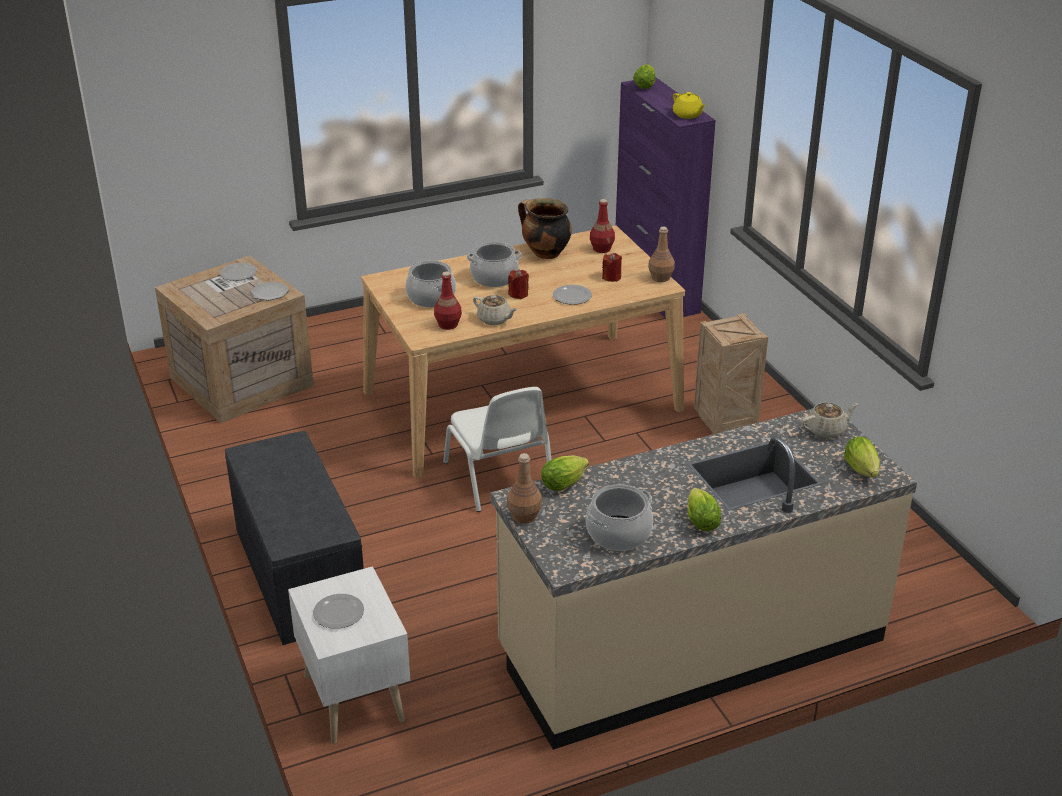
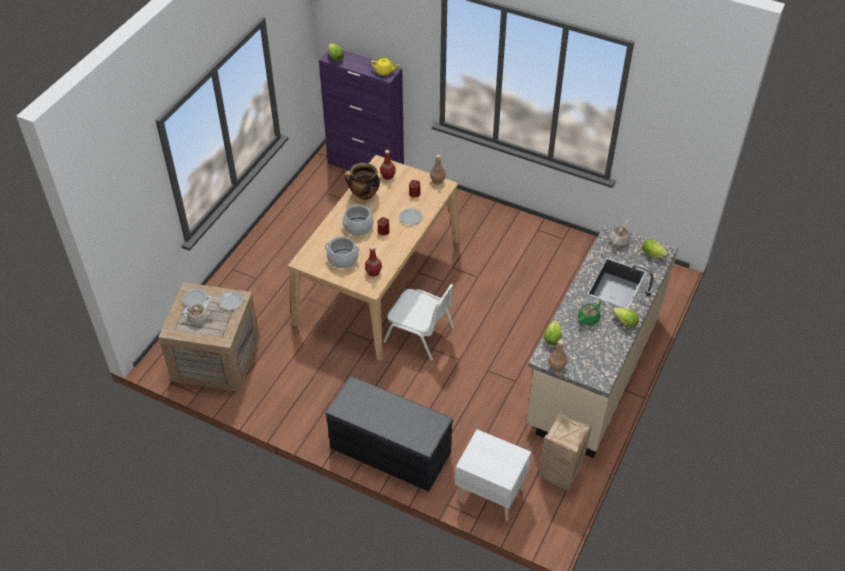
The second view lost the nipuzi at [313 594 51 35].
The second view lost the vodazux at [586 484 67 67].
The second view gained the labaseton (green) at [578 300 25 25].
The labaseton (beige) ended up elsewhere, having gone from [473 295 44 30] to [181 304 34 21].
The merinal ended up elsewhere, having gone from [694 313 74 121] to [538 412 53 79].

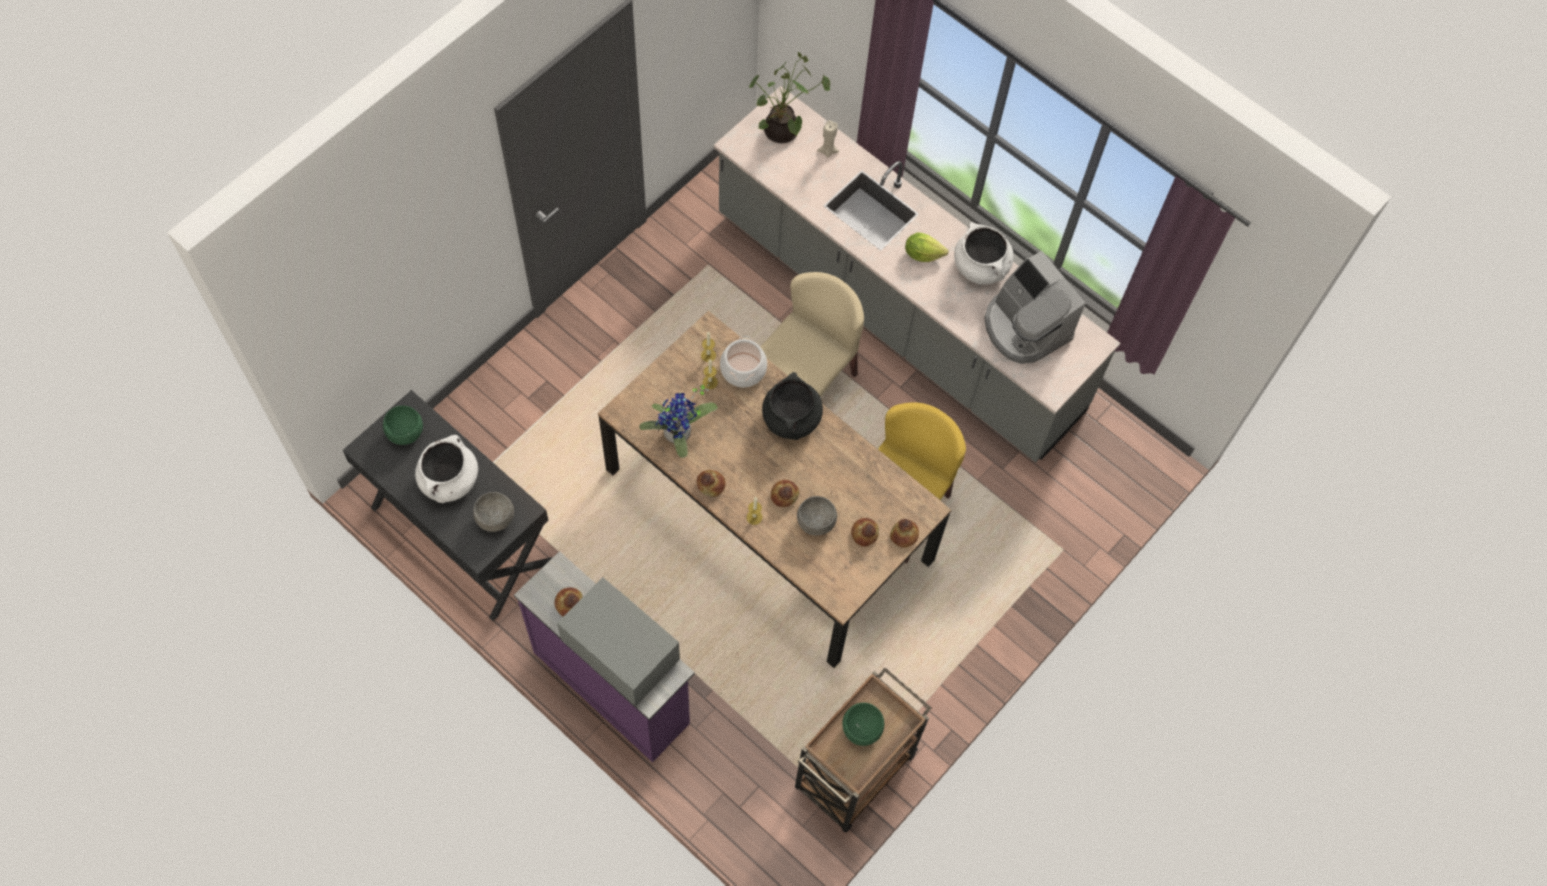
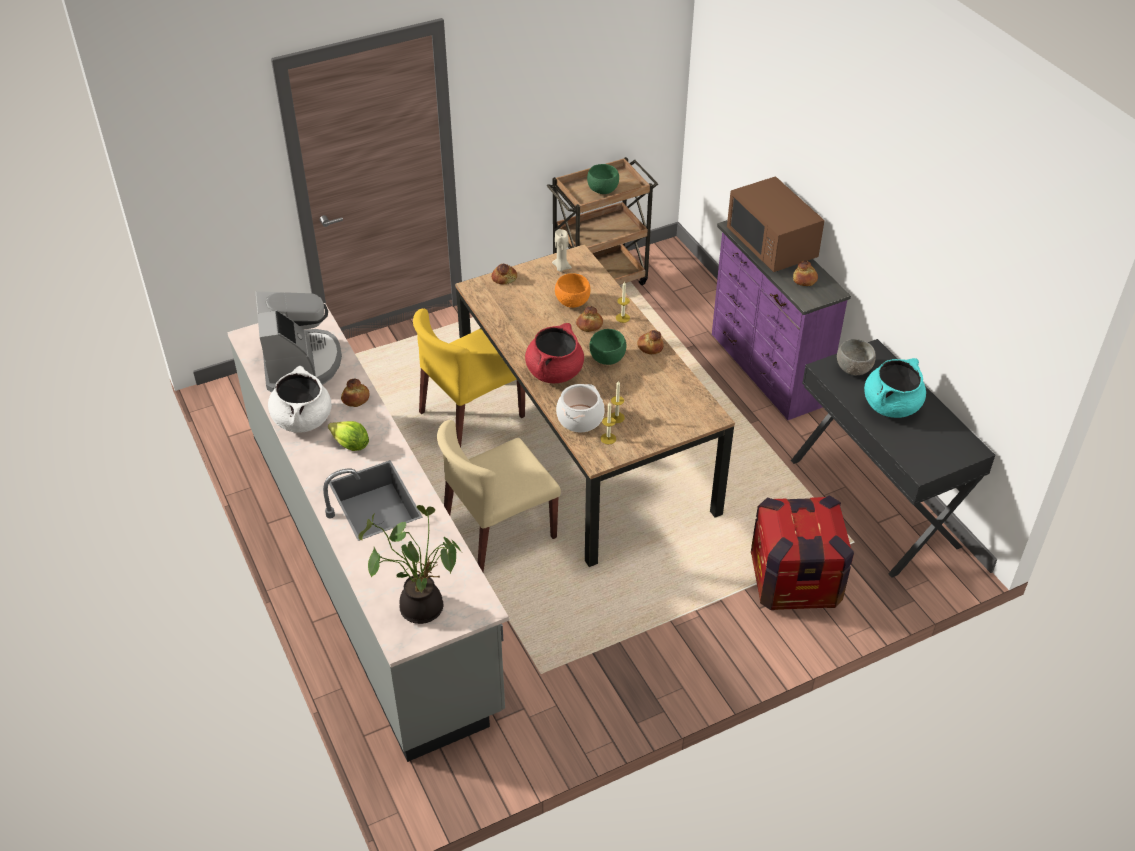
The second view lost the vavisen at [639 384 79 74].
The second view gained the merinal at [751 495 103 115].
The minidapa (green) ended up elsewhere, having gone from [383 406 40 39] to [590 329 36 36].
The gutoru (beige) ended up elsewhere, having gone from [817 120 22 38] to [552 229 20 43].
The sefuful ended up elsewhere, having gone from [851 518 28 29] to [341 379 28 28].
What was the vodazux (white) at [415 435 63 68] turned into the vodazux (turquoise) at [864 358 62 60].
What was the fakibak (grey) at [557 577 123 129] turned into the fakibak (brown) at [727 176 98 96].
What was the vodazux (black) at [762 372 61 68] turned into the vodazux (red) at [525 323 59 60].
What was the minidapa (grey) at [797 496 40 40] turned into the minidapa (orange) at [555 273 35 35].

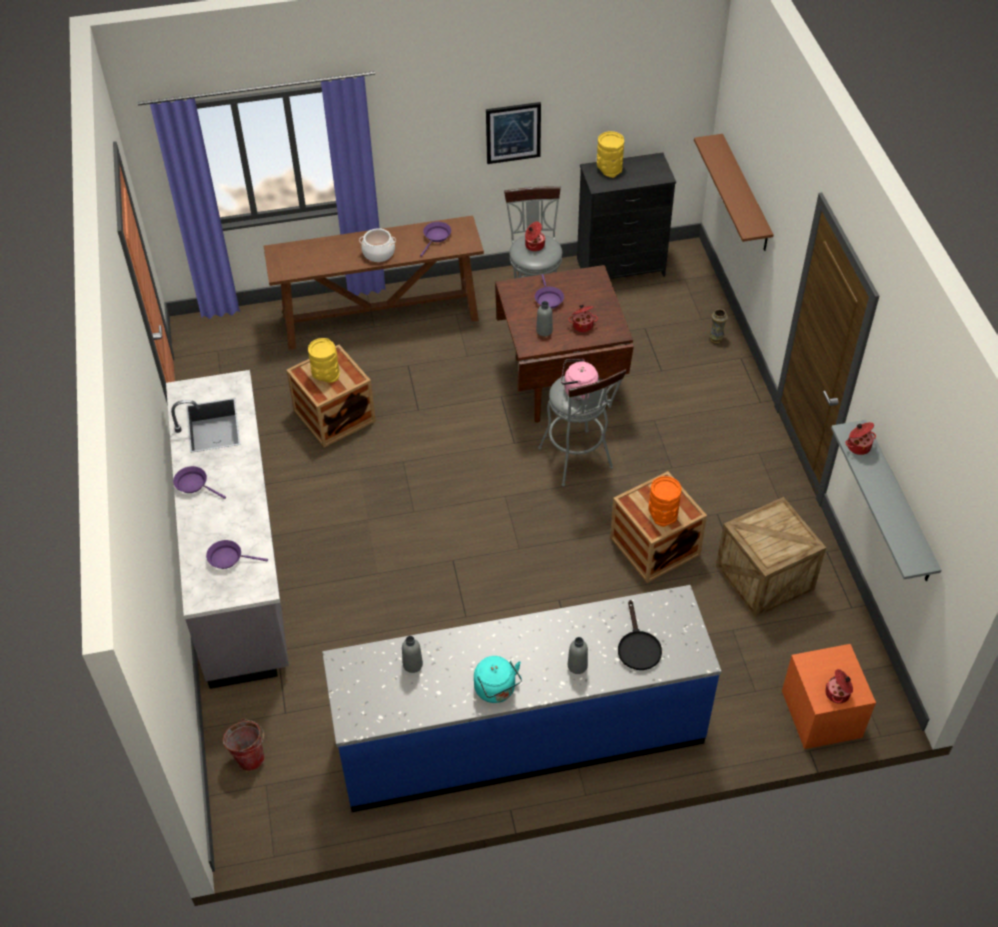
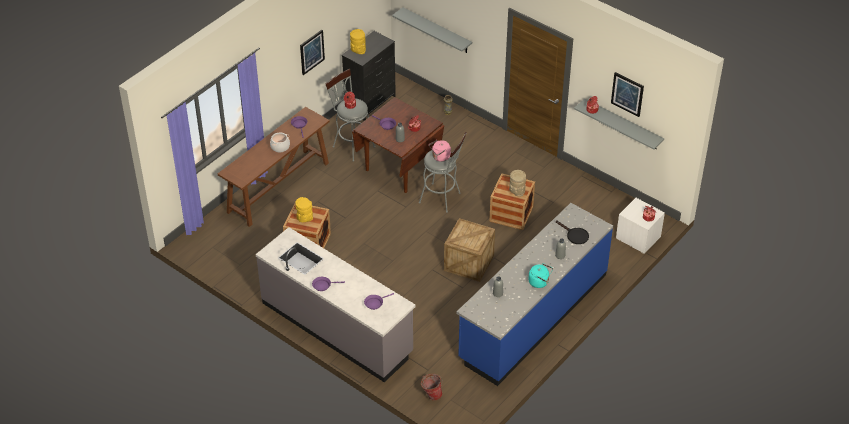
The second view gained the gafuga at [611 72 33 45].
The merinal ended up elsewhere, having gone from [716 497 110 121] to [444 218 51 64].
What was the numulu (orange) at [648 476 34 51] turned into the numulu (beige) at [509 170 17 27].
What was the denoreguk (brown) at [694 134 79 117] turned into the denoreguk (grey) at [392 7 80 46].
What was the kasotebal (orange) at [782 644 94 105] turned into the kasotebal (white) at [616 198 49 56].

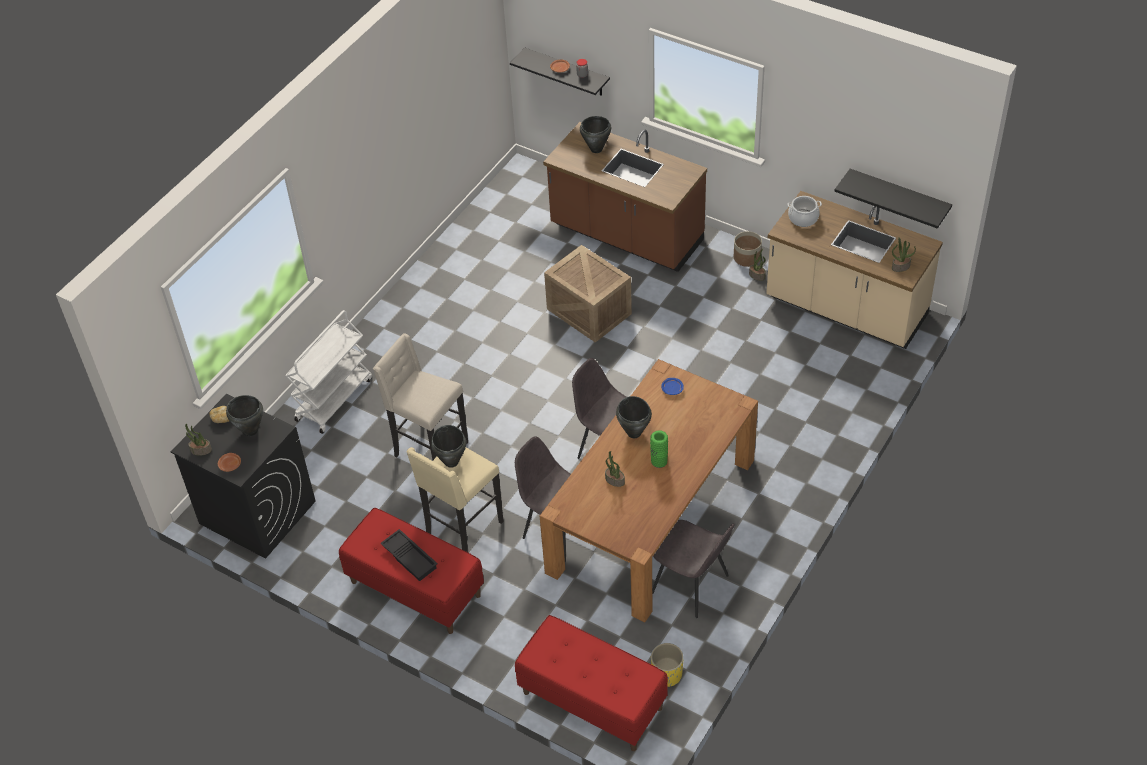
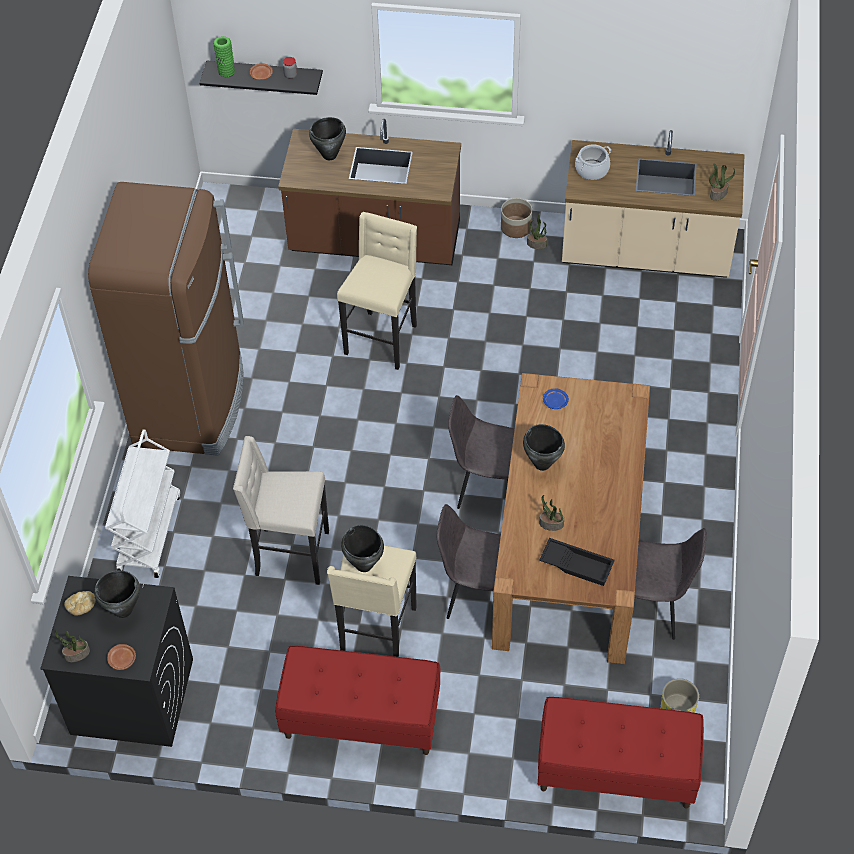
The second view lost the denoreguk (black) at [834 169 118 60].
The second view gained the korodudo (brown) at [88 182 156 274].
The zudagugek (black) ended up elsewhere, having gone from [380 529 58 52] to [539 538 76 48].
The numulu (green) ended up elsewhere, having gone from [650 430 18 38] to [213 36 22 41].
Where the merinal stood at [544 245 88 98], the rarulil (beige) came to stand at [337 212 80 158].

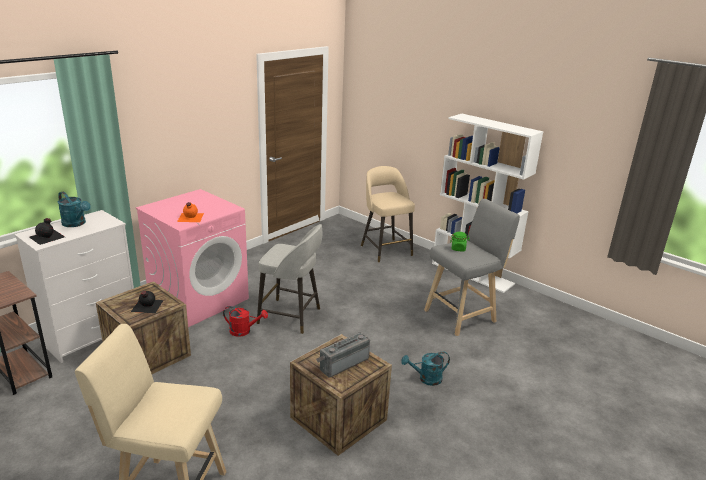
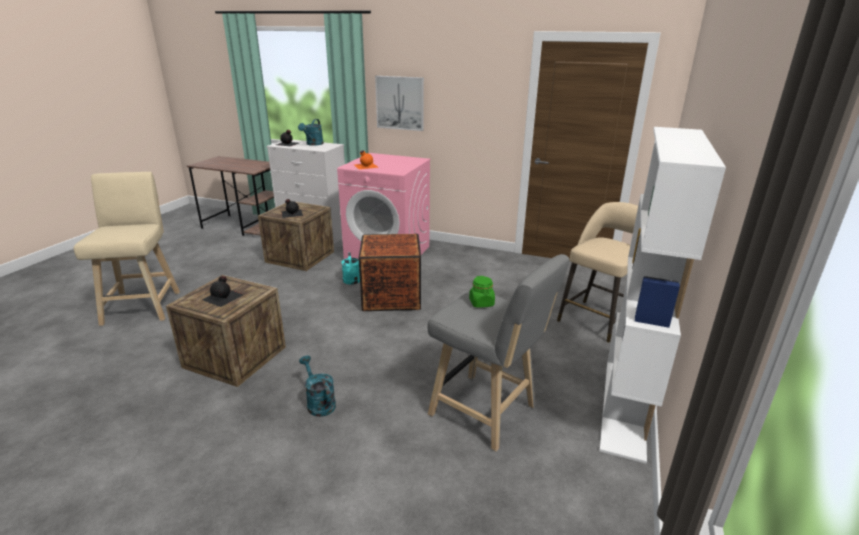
The second view gained the gafuga at [375 76 49 55].
Where the rarulil (grey) stood at [257 224 65 110], the merinal came to stand at [359 234 62 77].
Where the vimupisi stood at [316 332 54 45], the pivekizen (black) came to stand at [202 276 41 31].
What was the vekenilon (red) at [223 306 45 31] turned into the vekenilon (turquoise) at [342 253 18 32].

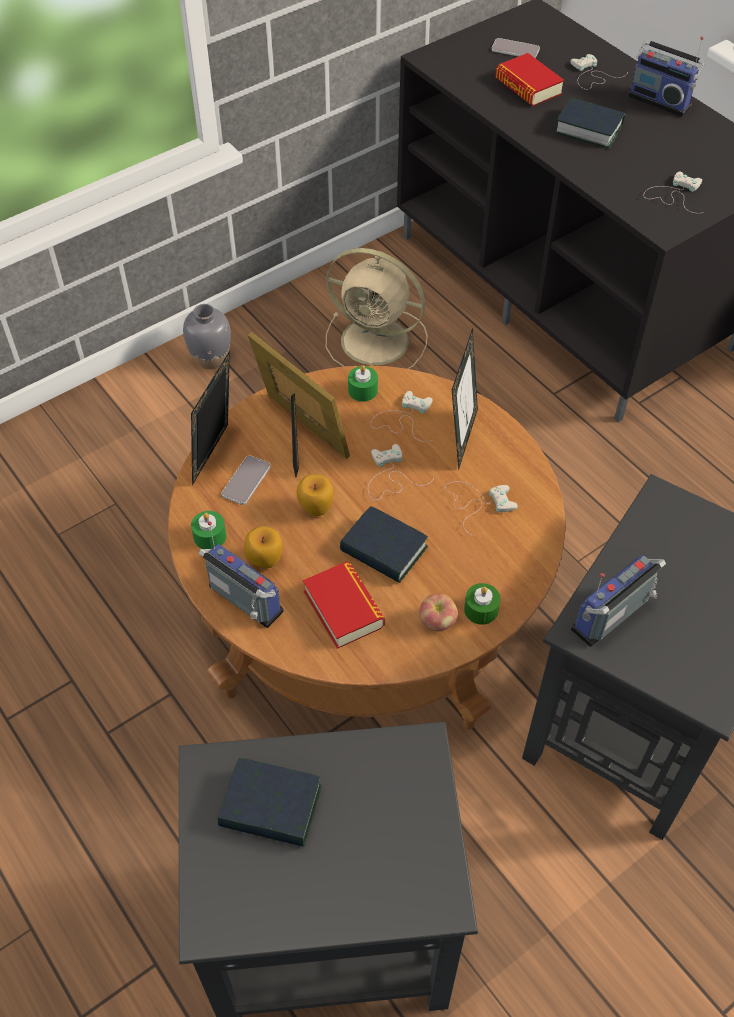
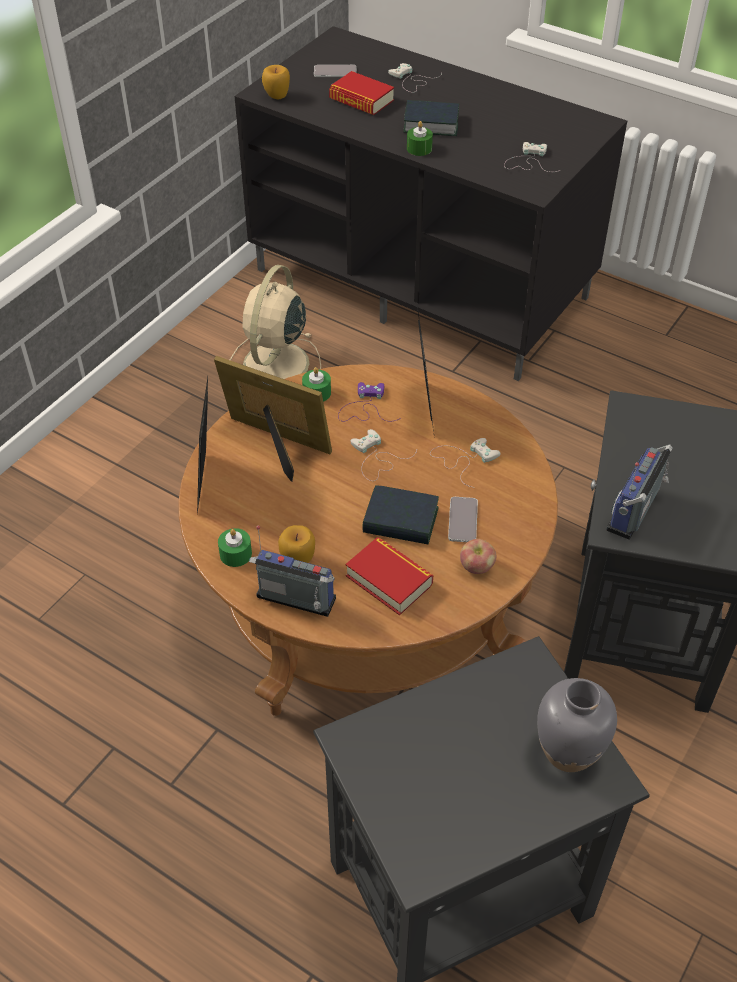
The second view lost the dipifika at [217 758 105 89].
The second view lost the vimupisi at [628 36 77 81].
The numulu (grey) ended up elsewhere, having gone from [183 304 48 65] to [537 678 80 94].
The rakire ended up elsewhere, having gone from [222 455 49 50] to [448 497 30 45].
The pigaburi ended up elsewhere, having gone from [296 474 38 42] to [262 65 28 34].
The gutoru (green) ended up elsewhere, having gone from [464 583 36 42] to [407 121 26 35].
What was the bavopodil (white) at [371 391 62 51] turned into the bavopodil (purple) at [338 382 63 40].
The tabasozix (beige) at [326 248 102 121] ended up facing another way, 105 degrees clockwise from before.

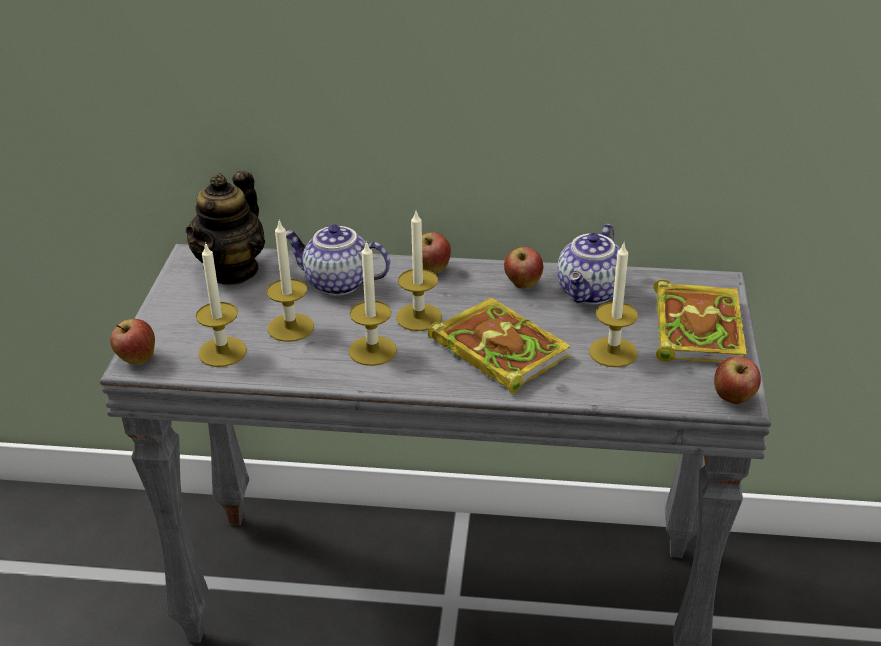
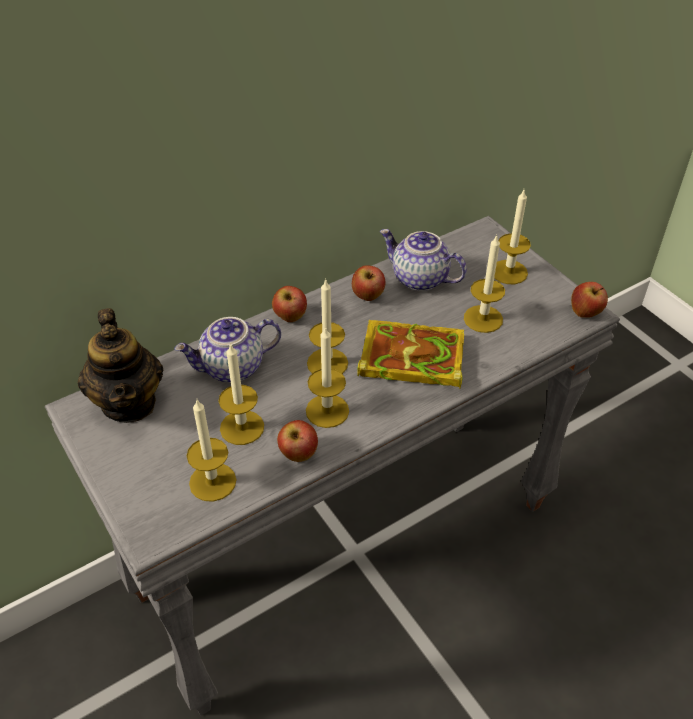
The pigaburi ended up elsewhere, having gone from [110 319 45 46] to [277 420 41 42].
Where the dipifika stood at [654 279 93 84], the gutoru came to stand at [494 190 37 94].
The labaseton at [557 223 70 81] ended up facing another way, 135 degrees clockwise from before.

